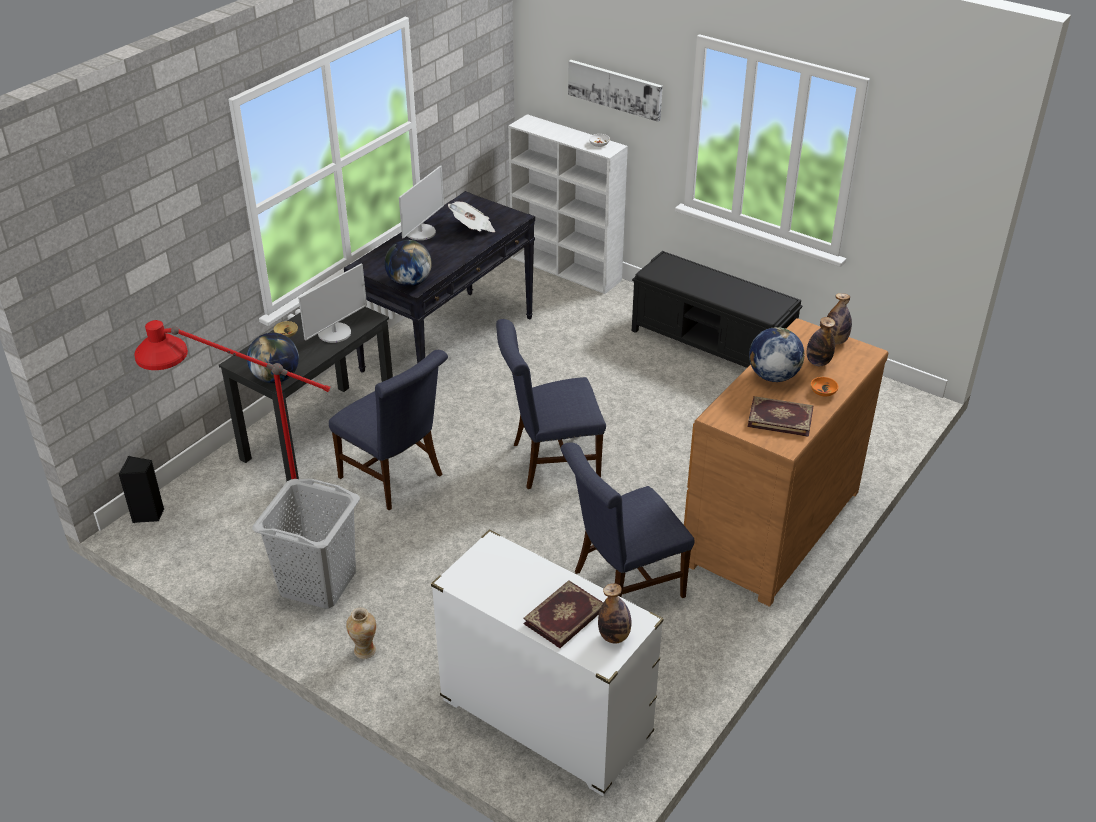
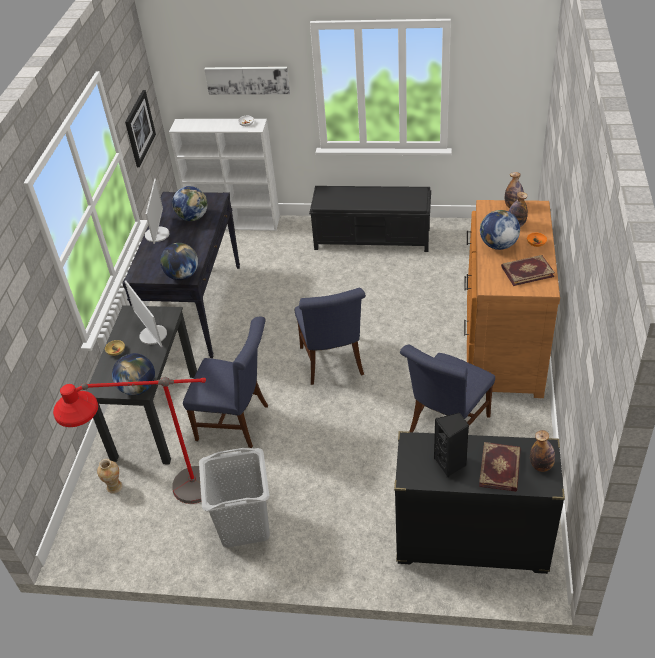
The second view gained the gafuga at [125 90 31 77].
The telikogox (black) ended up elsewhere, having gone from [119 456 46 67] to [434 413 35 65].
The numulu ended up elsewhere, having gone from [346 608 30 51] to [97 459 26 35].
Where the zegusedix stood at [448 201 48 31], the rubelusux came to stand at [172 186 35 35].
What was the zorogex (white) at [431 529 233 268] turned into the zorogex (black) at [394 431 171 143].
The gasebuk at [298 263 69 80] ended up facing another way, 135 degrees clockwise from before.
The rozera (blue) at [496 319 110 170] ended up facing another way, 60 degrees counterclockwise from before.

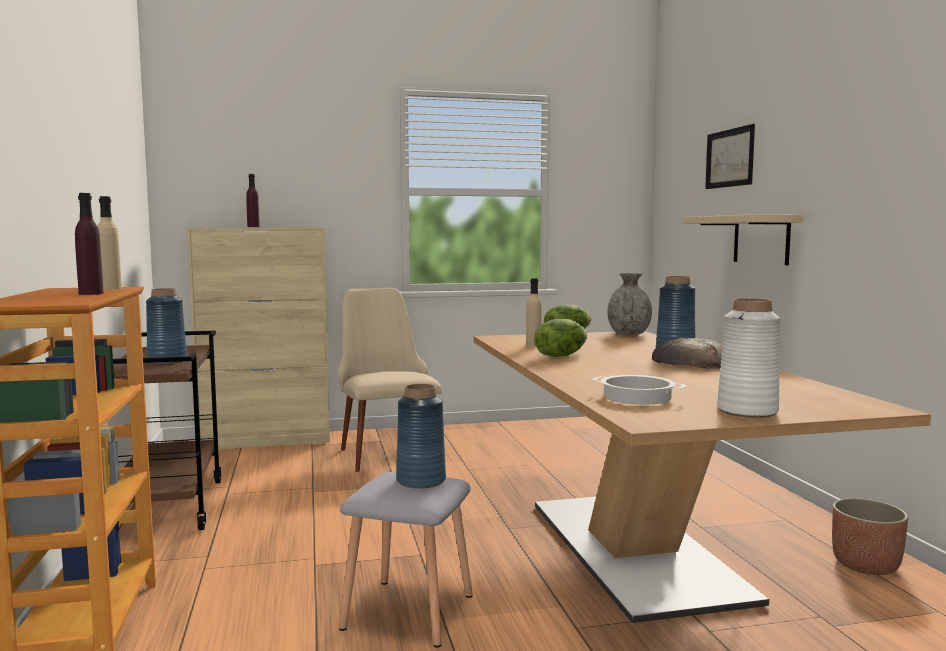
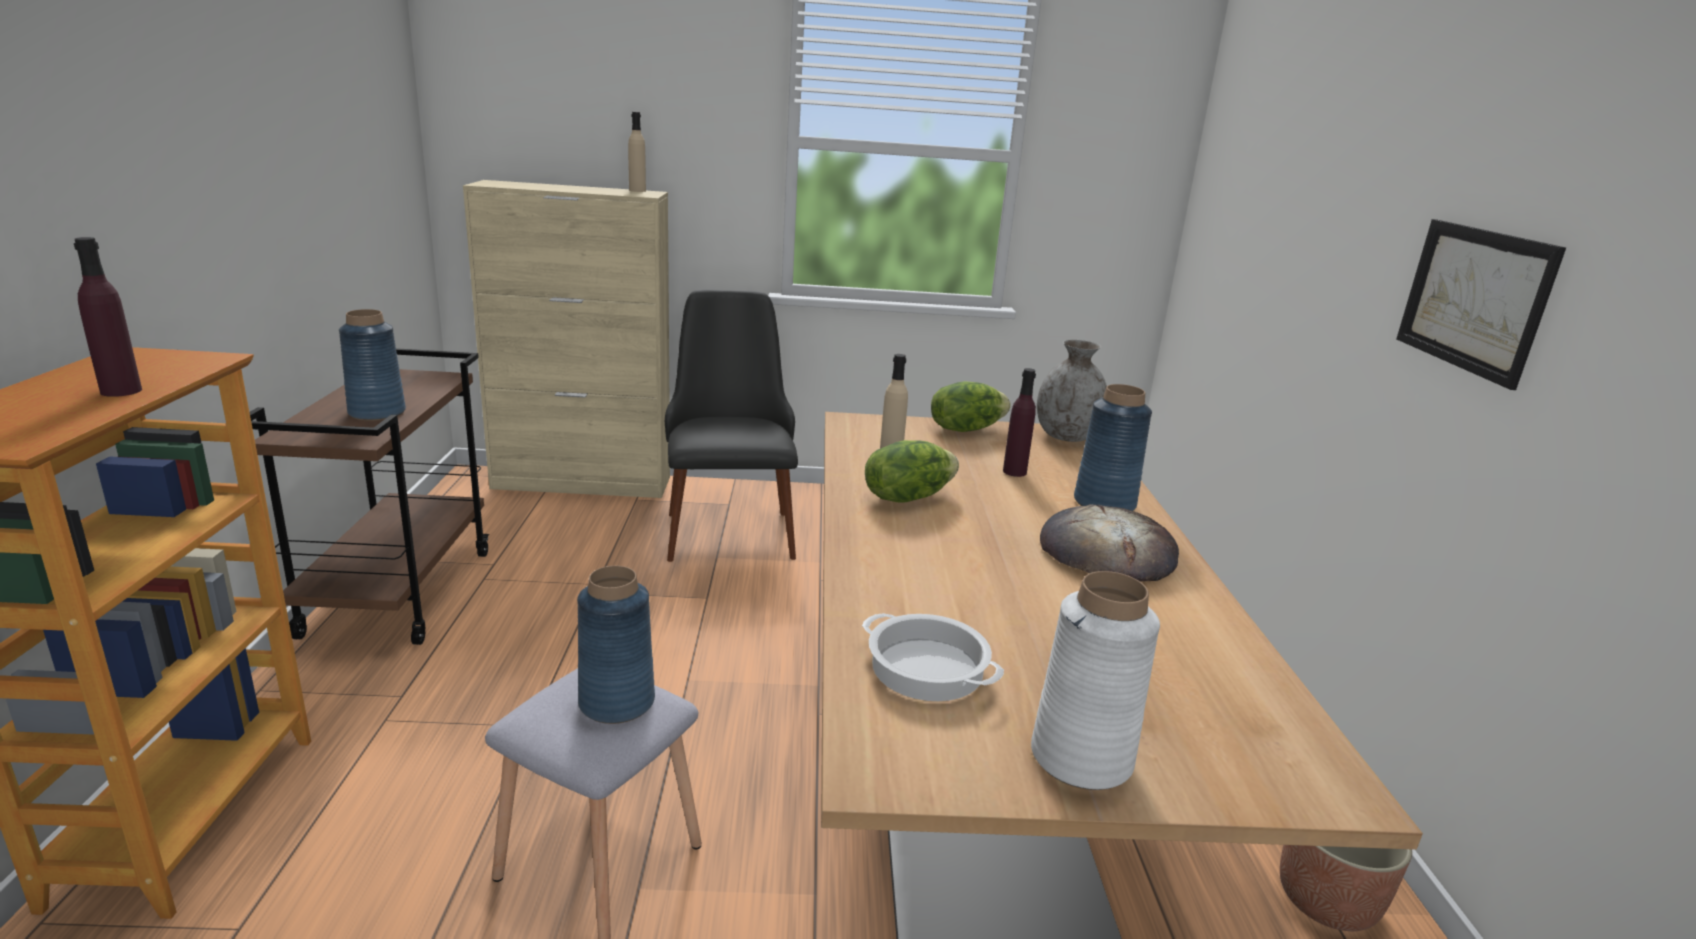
The second view lost the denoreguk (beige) at [683 214 121 51].
The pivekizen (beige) ended up elsewhere, having gone from [98 196 24 94] to [628 112 18 80].
The pivekizen (purple) ended up elsewhere, having gone from [246 174 14 53] to [1003 368 33 109].
The gafuga ended up elsewhere, having gone from [705 124 50 65] to [1396 219 170 171].
What was the rozera (beige) at [338 288 104 184] turned into the rozera (black) at [665 289 133 273].

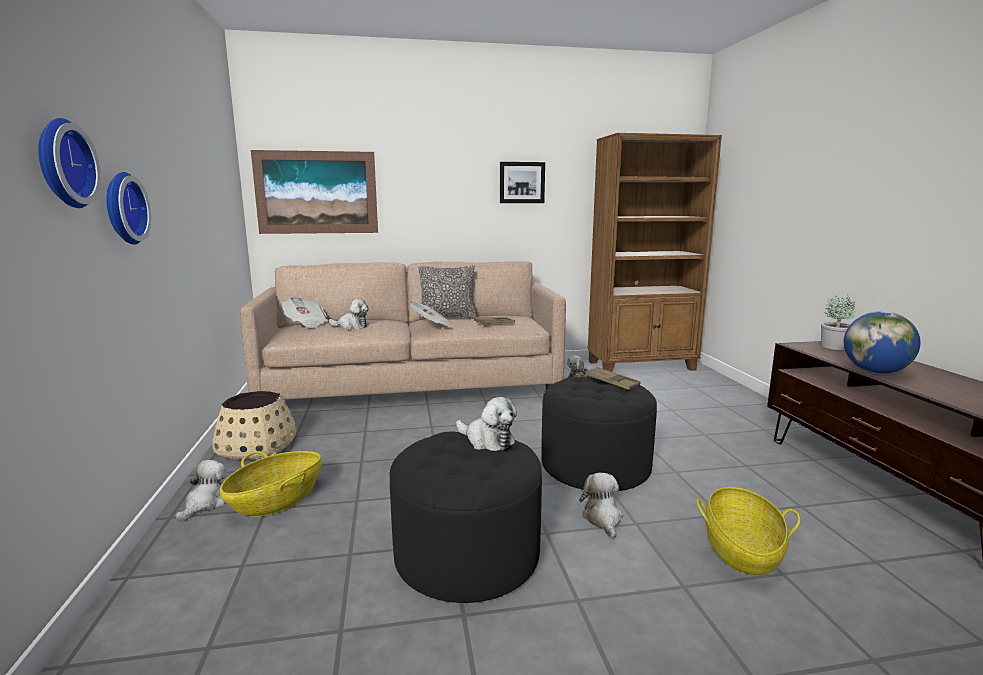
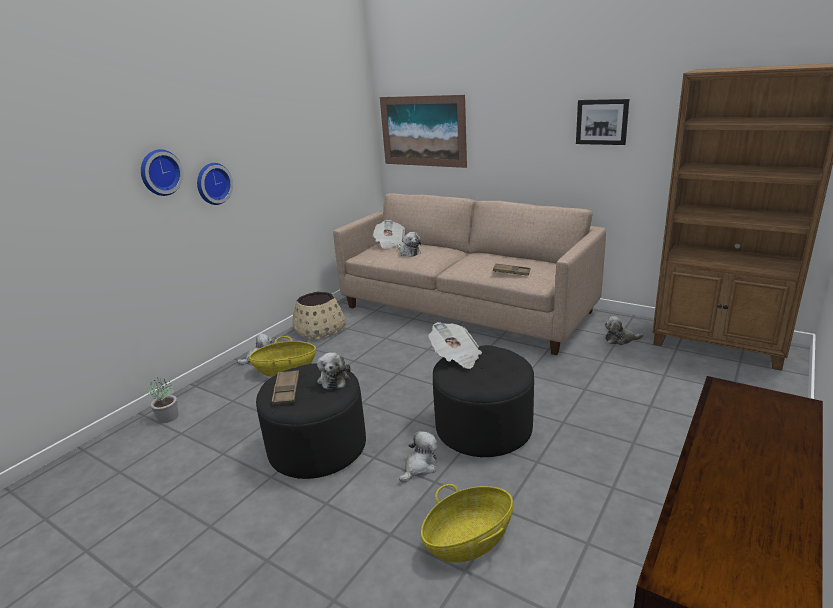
The second view lost the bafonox at [419 265 57 55].
The second view lost the rubelusux at [844 311 76 63].
The zegusedix ended up elsewhere, having gone from [408 301 44 26] to [429 322 53 47].
The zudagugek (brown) ended up elsewhere, having gone from [585 367 55 23] to [272 370 27 35].
The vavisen ended up elsewhere, having gone from [821 296 35 54] to [147 378 32 45].

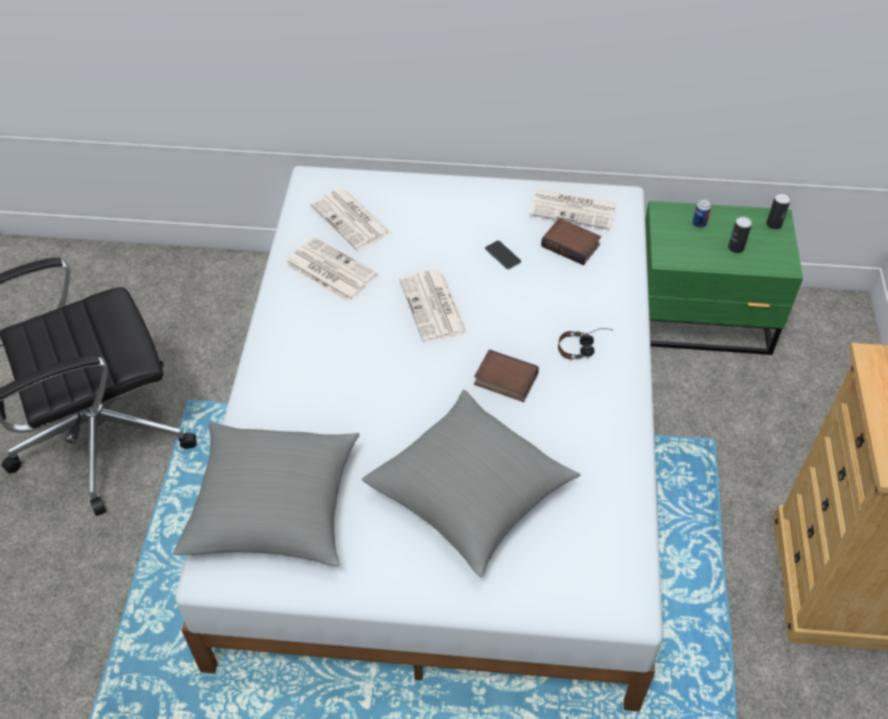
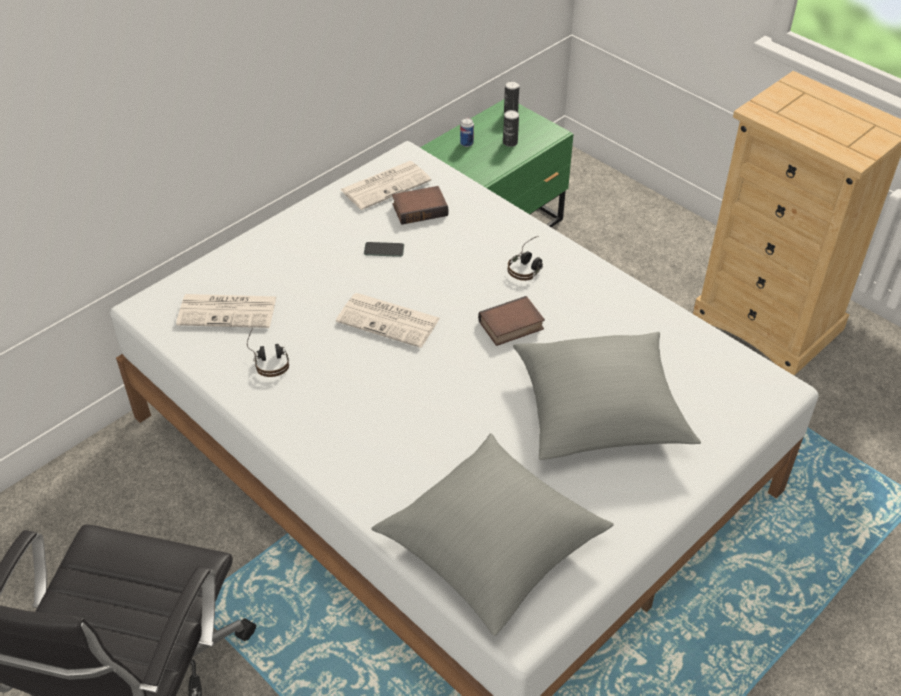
Where the zegusedix stood at [285 237 93 65], the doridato came to stand at [247 328 42 49].

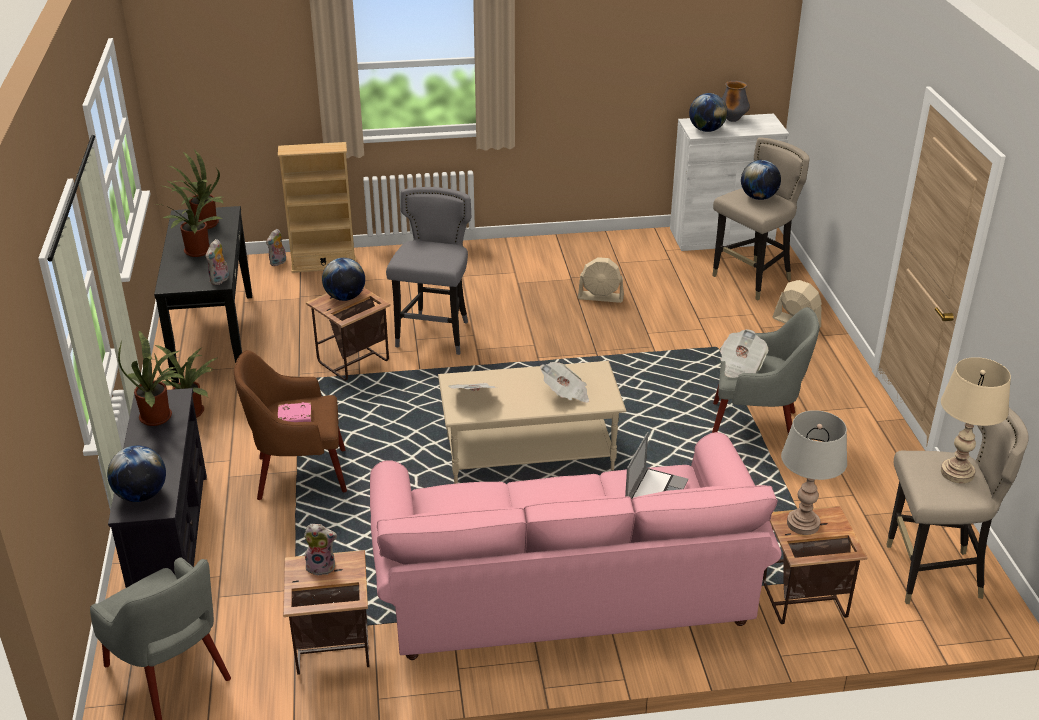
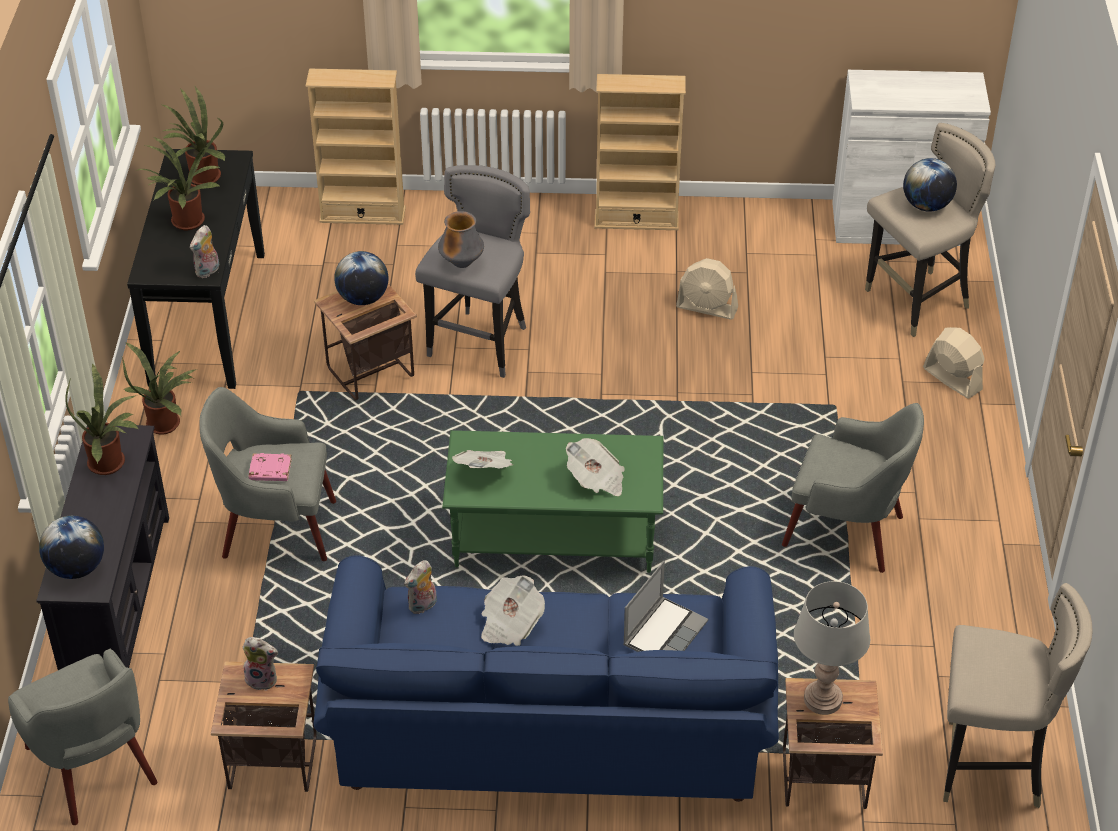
The second view lost the rubelusux at [689 93 39 39].
The second view lost the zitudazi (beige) at [941 357 70 127].
The second view gained the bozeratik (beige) at [594 74 92 156].
The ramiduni ended up elsewhere, having gone from [266 229 20 37] to [404 560 33 54].
The zegusedix ended up elsewhere, having gone from [720 329 48 49] to [481 575 64 71].
The numulu ended up elsewhere, having gone from [722 81 28 41] to [438 211 46 57].
What was the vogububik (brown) at [234 350 113 150] turned into the vogububik (grey) at [199 387 137 174].
What was the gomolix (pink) at [370 432 412 228] turned into the gomolix (blue) at [313 555 466 247].
What was the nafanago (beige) at [438 361 188 123] turned into the nafanago (green) at [442 430 221 143].

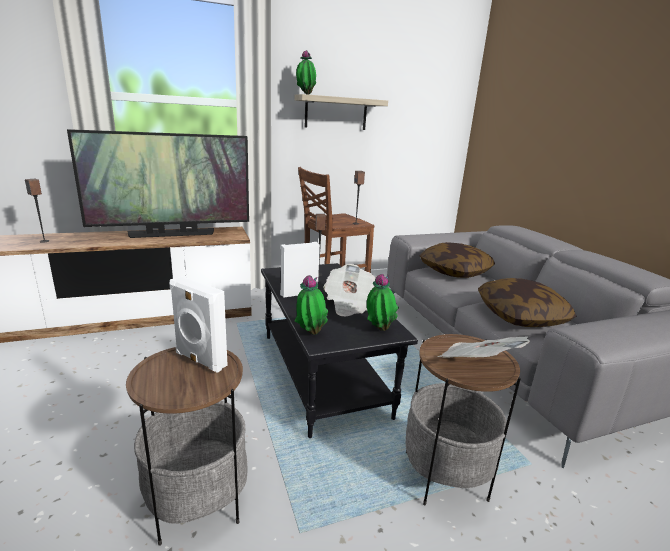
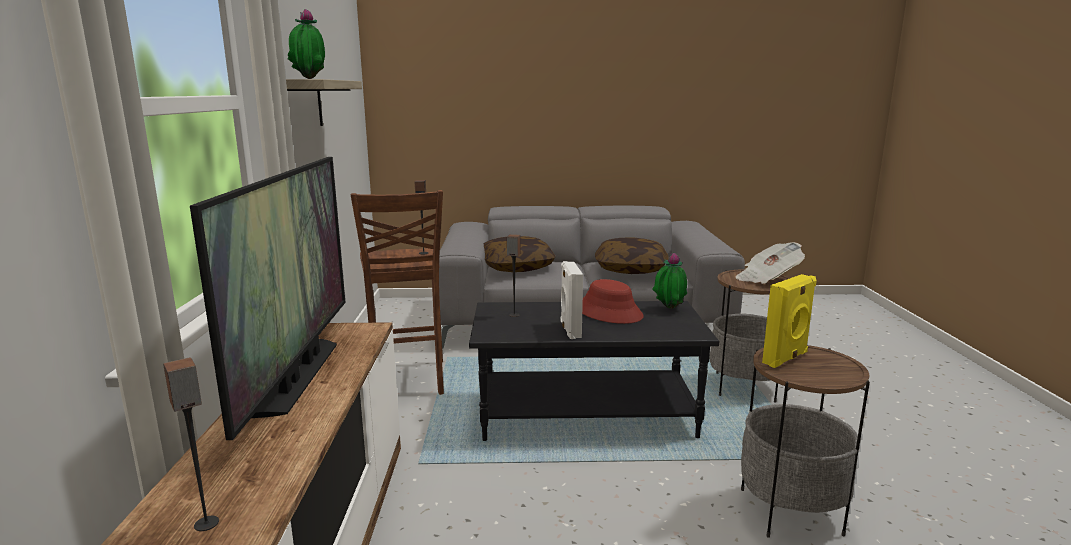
The second view lost the vavisen at [295 275 33 60].
Where the zegusedix stood at [324 264 51 52], the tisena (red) came to stand at [582 279 61 45].
What was the telikogox (white) at [170 276 57 97] turned into the telikogox (yellow) at [762 274 55 94].

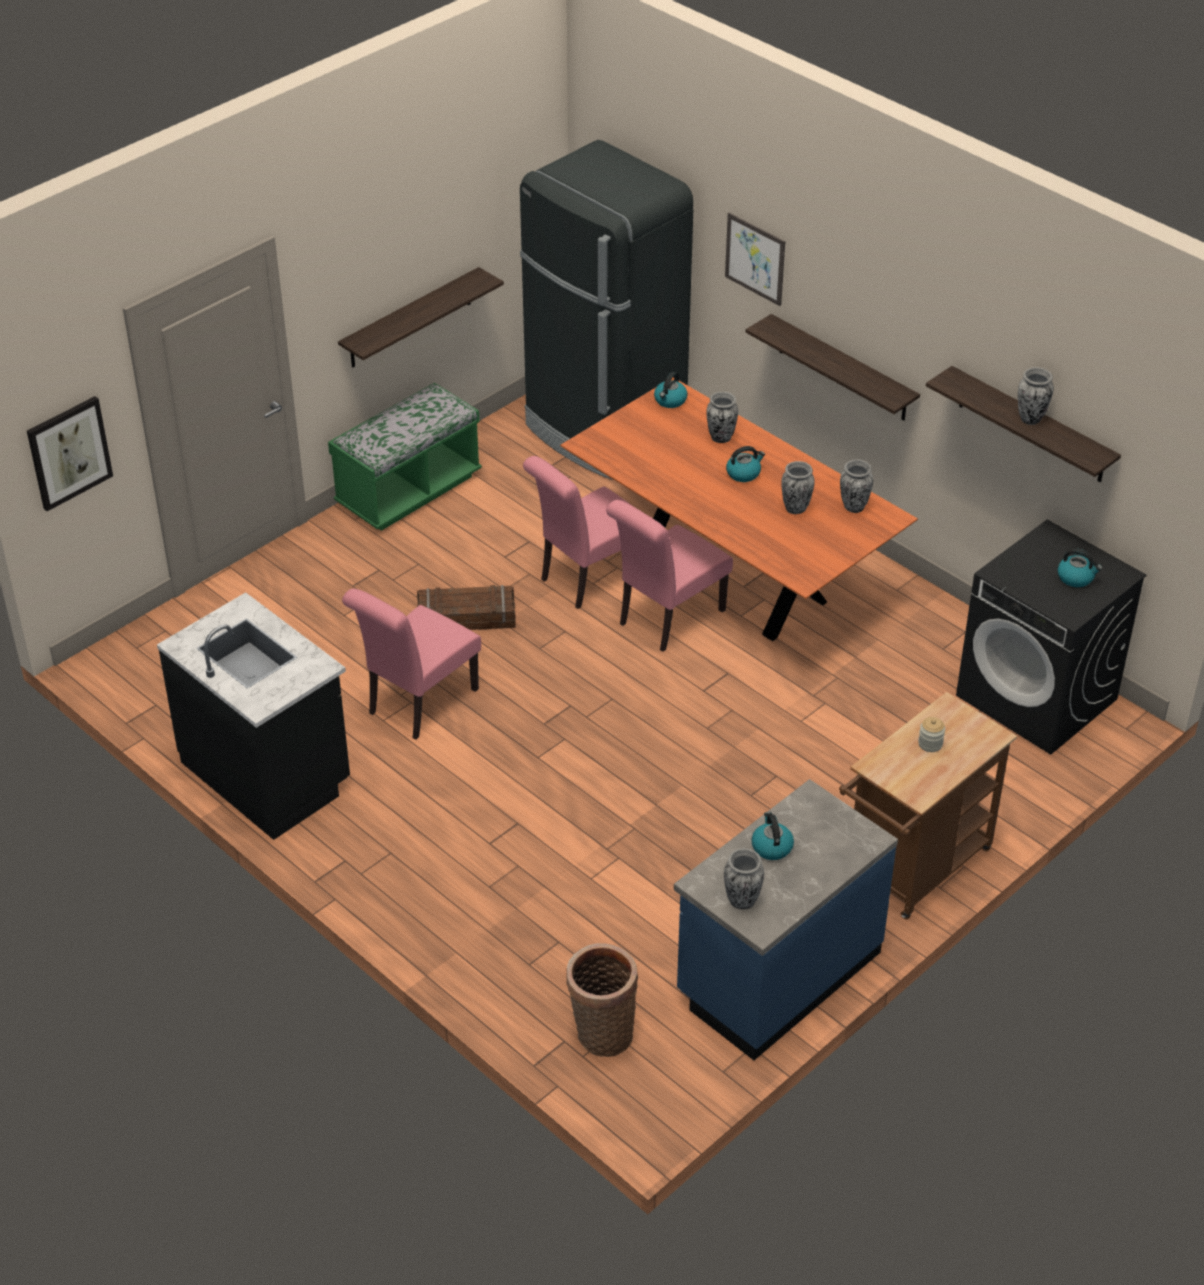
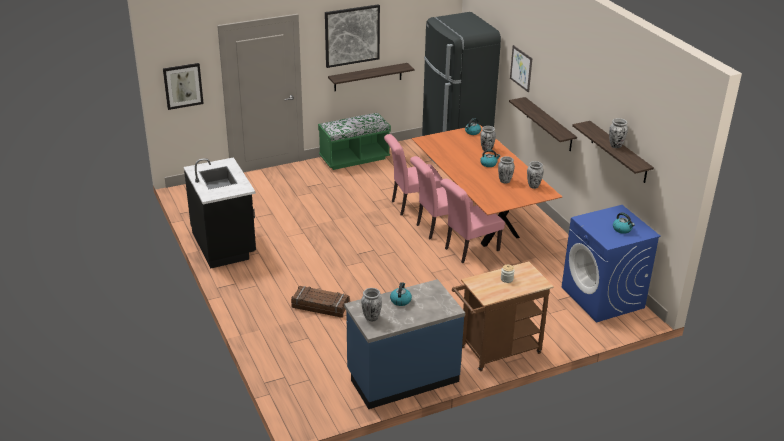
The second view lost the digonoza at [566 943 72 114].
The second view gained the gafuga at [325 4 55 64].
The rozera (pink) ended up elsewhere, having gone from [342 589 139 151] to [440 178 65 85].
The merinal ended up elsewhere, having gone from [417 585 99 45] to [291 286 58 32].
What was the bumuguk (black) at [956 519 190 236] turned into the bumuguk (blue) at [562 205 99 117].

